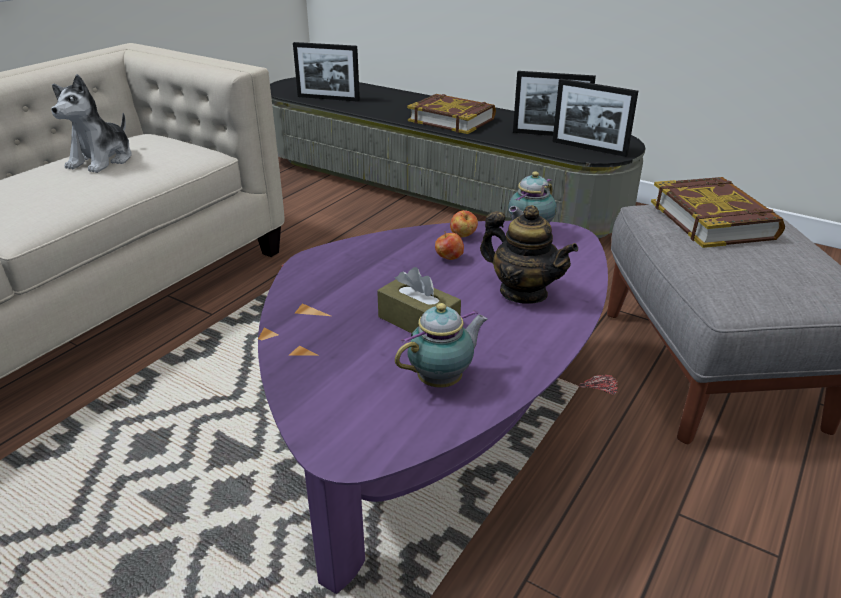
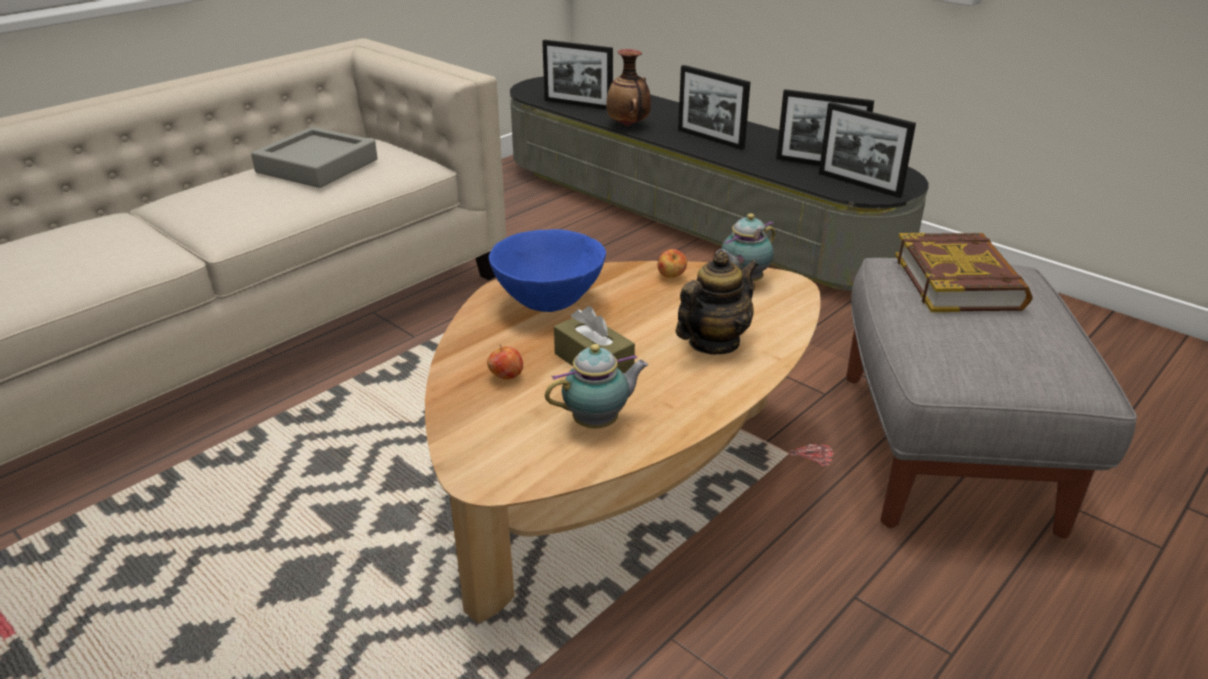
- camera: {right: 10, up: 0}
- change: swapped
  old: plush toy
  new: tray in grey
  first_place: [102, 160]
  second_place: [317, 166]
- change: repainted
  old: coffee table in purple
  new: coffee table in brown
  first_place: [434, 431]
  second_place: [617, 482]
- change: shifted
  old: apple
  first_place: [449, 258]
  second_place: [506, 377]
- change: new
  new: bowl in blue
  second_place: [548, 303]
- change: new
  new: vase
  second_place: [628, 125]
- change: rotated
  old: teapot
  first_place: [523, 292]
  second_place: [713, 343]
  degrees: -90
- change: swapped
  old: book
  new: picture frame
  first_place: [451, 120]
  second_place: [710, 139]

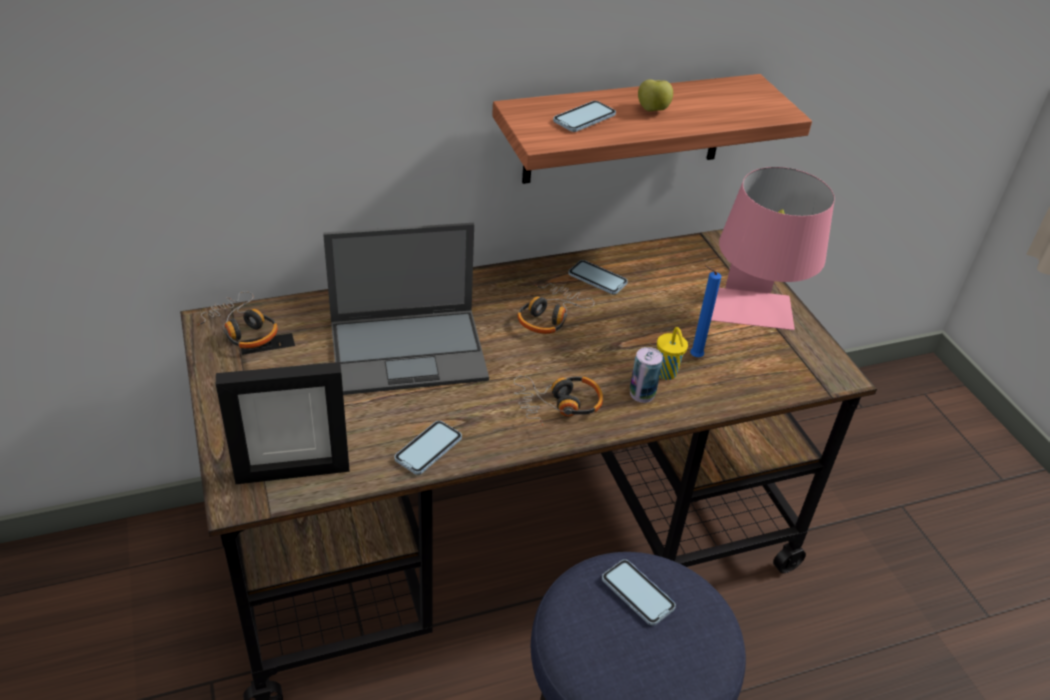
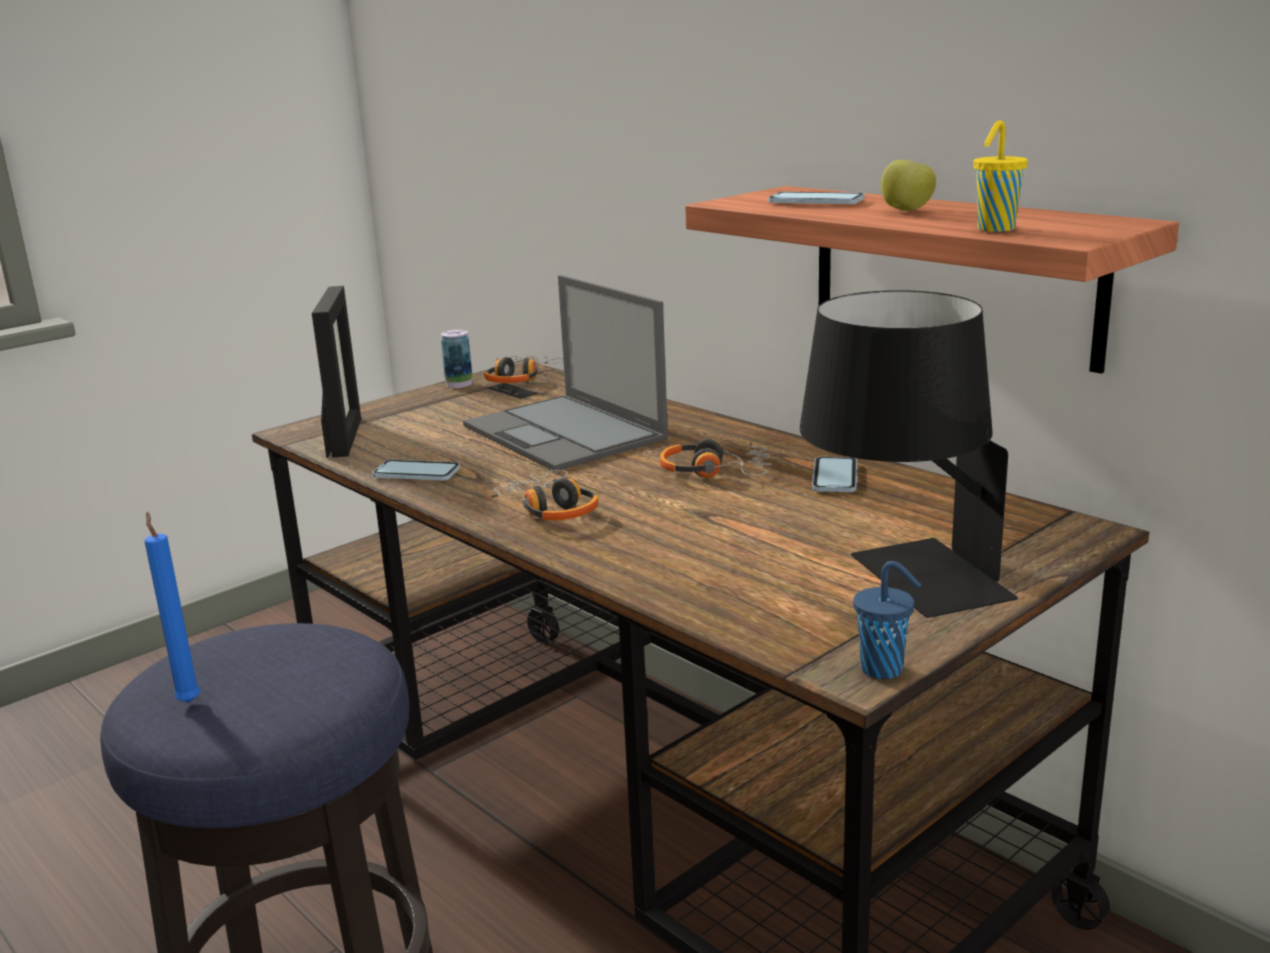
- camera: {right: 70, up: -20}
- change: shifted
  old: candle in blue
  first_place: [693, 357]
  second_place: [188, 700]
- change: rotated
  old: picture frame
  first_place: [292, 470]
  second_place: [344, 437]
  degrees: -150
- change: shifted
  old: can
  first_place: [642, 394]
  second_place: [459, 384]
- change: repainted
  old: table lamp in pink
  new: table lamp in black
  first_place: [751, 320]
  second_place: [900, 582]
- change: new
  new: cup in blue
  second_place: [884, 670]
- change: shifted
  old: cup in yellow
  first_place: [667, 374]
  second_place: [994, 229]
- change: gone
  old: phone
  first_place: [637, 593]

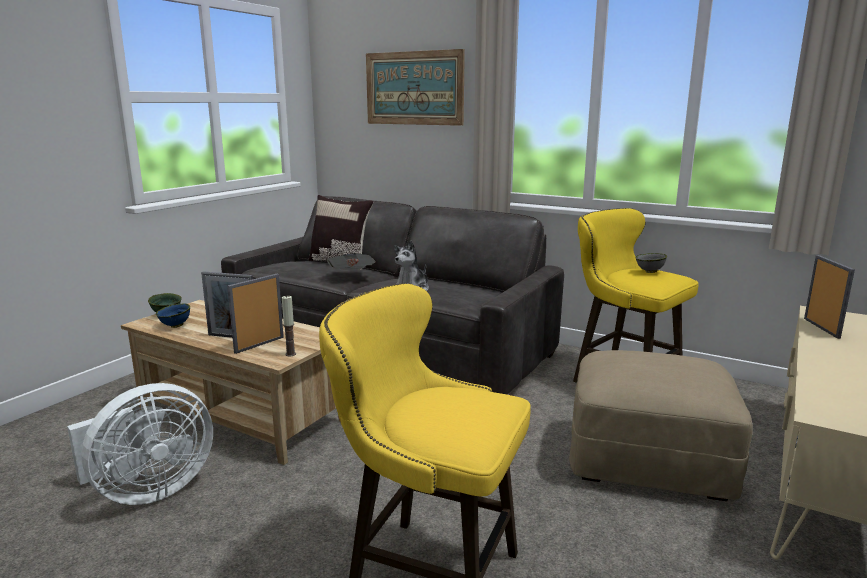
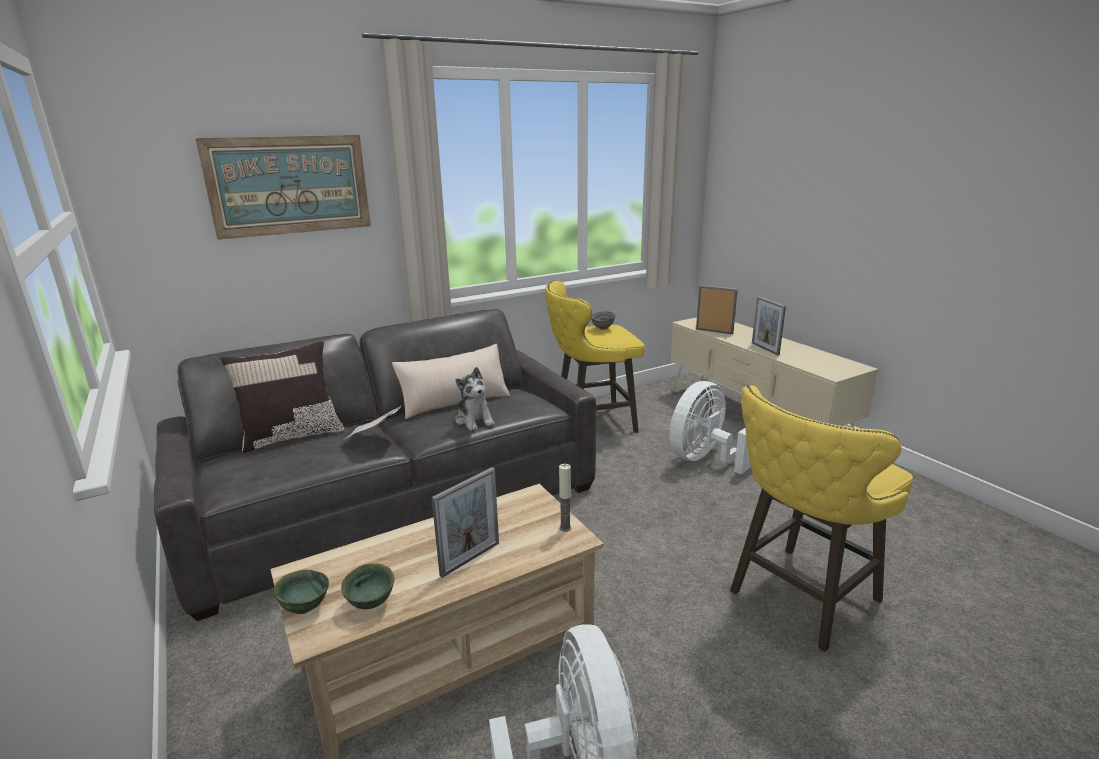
- camera: {right: -60, up: 5}
- change: repainted
  old: bowl in blue
  new: bowl in green
  first_place: [176, 326]
  second_place: [372, 603]
- change: new
  new: pillow in beige
  second_place: [455, 402]
- change: swapped
  old: ottoman in beige
  new: fan in white
  first_place: [648, 461]
  second_place: [706, 459]
- change: shifted
  old: picture frame
  first_place: [259, 345]
  second_place: [765, 349]

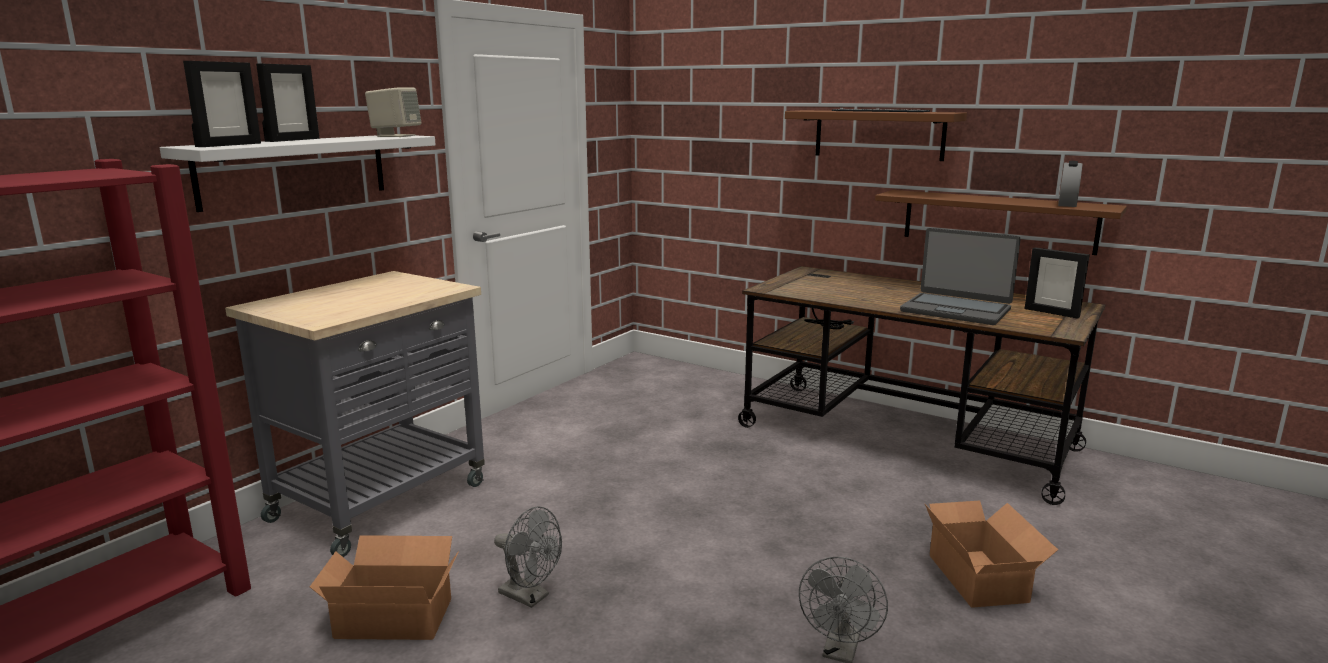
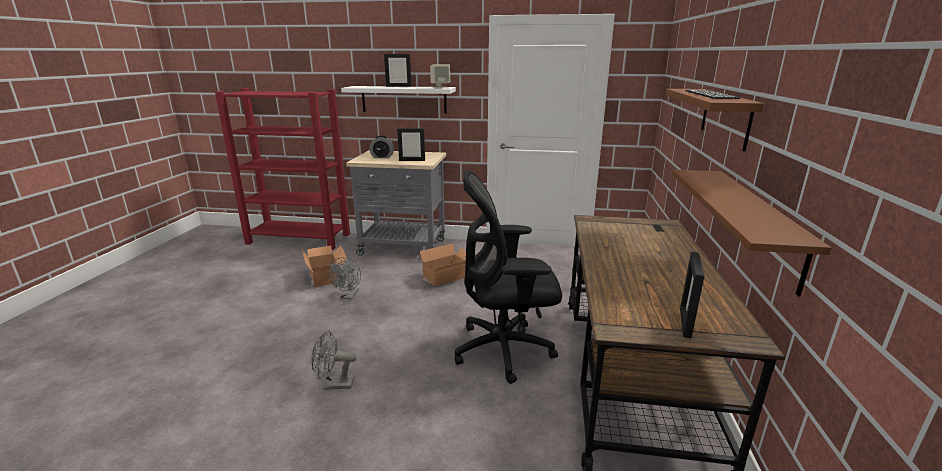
- camera: {right: 65, up: 5}
- change: shifted
  old: alarm clock
  first_place: [1067, 204]
  second_place: [382, 157]
- change: shifted
  old: picture frame
  first_place: [229, 145]
  second_place: [412, 160]
- change: shifted
  old: cardboard box
  first_place: [980, 576]
  second_place: [447, 277]
- change: new
  new: office chair in black
  second_place: [508, 348]
- change: gone
  old: laptop
  first_place: [956, 310]

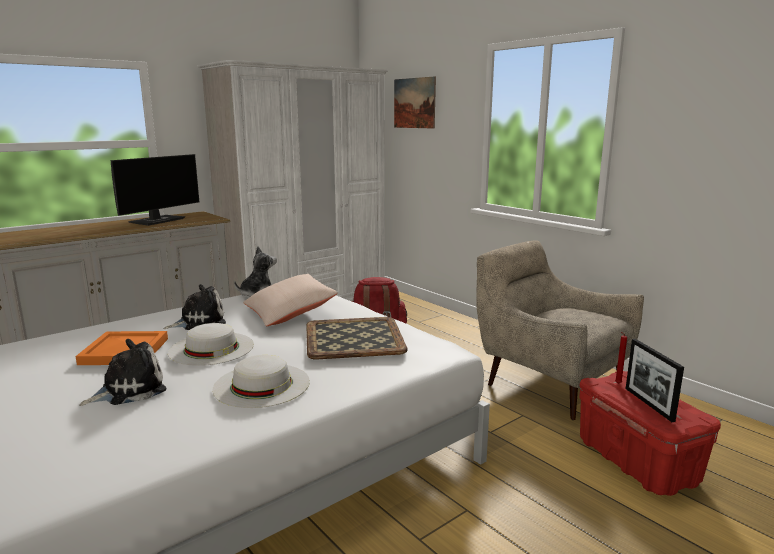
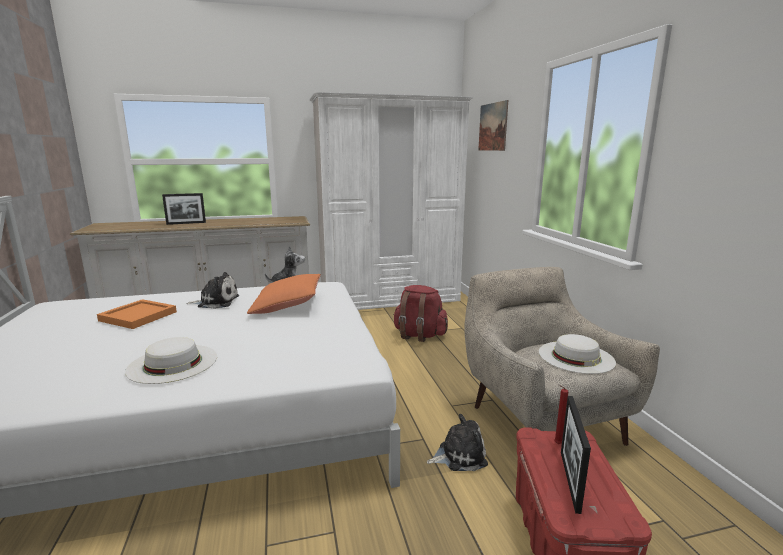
- camera: {right: 25, up: 0}
- change: new
  new: picture frame
  second_place: [186, 223]
- change: repainted
  old: pillow in beige
  new: pillow in orange
  first_place: [289, 313]
  second_place: [287, 305]
- change: shifted
  old: plush toy
  first_place: [129, 390]
  second_place: [459, 455]
- change: shifted
  old: hat in white
  first_place: [211, 348]
  second_place: [576, 356]
- change: gone
  old: monitor
  first_place: [158, 220]
- change: gone
  old: tray
  first_place: [353, 338]

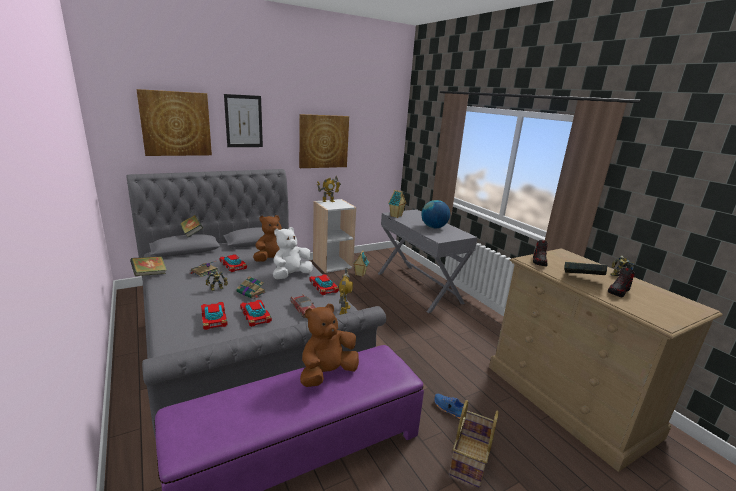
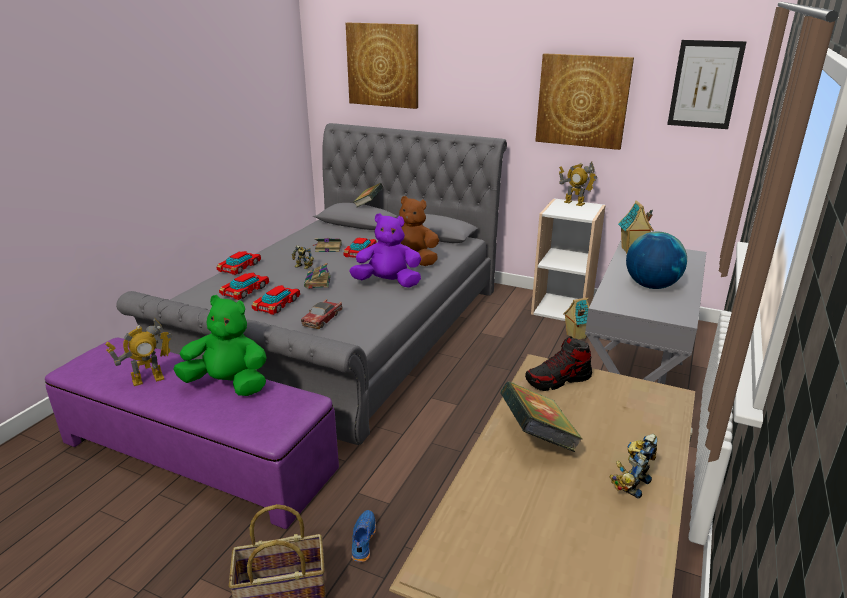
- camera: {right: 55, up: 5}
- change: shifted
  old: toy robot
  first_place: [344, 310]
  second_place: [148, 379]
- change: repainted
  old: plush toy in brown
  new: plush toy in green
  first_place: [327, 373]
  second_place: [228, 384]
- change: shifted
  old: toy car
  first_place: [323, 287]
  second_place: [240, 267]
- change: repainted
  old: plush toy in white
  new: plush toy in purple
  first_place: [291, 275]
  second_place: [388, 283]
- change: shifted
  old: picture
  first_place: [244, 121]
  second_place: [705, 84]
- change: gone
  old: book
  first_place: [150, 274]
- change: gone
  old: shoe
  first_place: [618, 291]

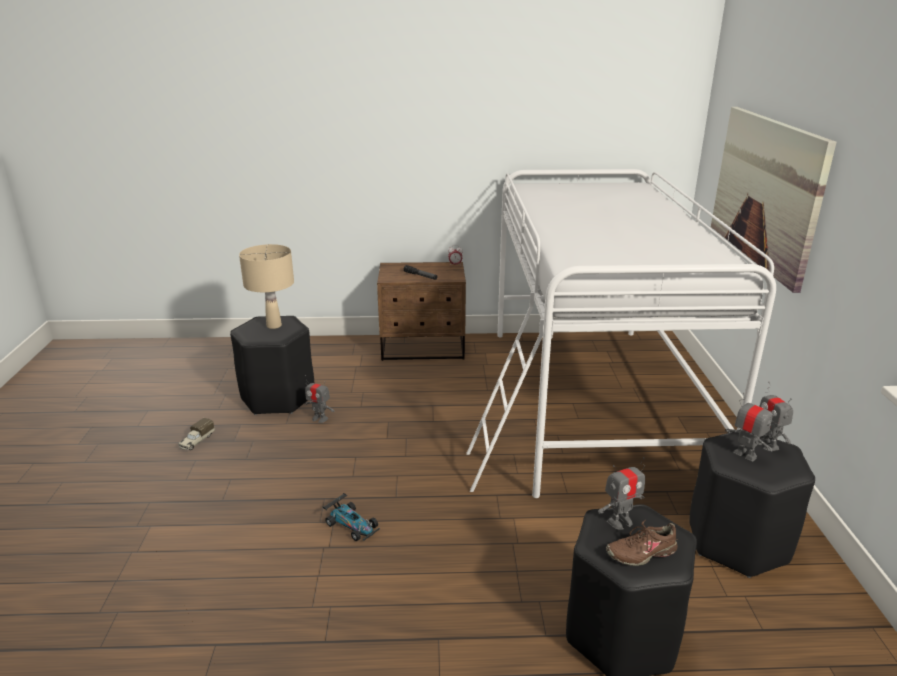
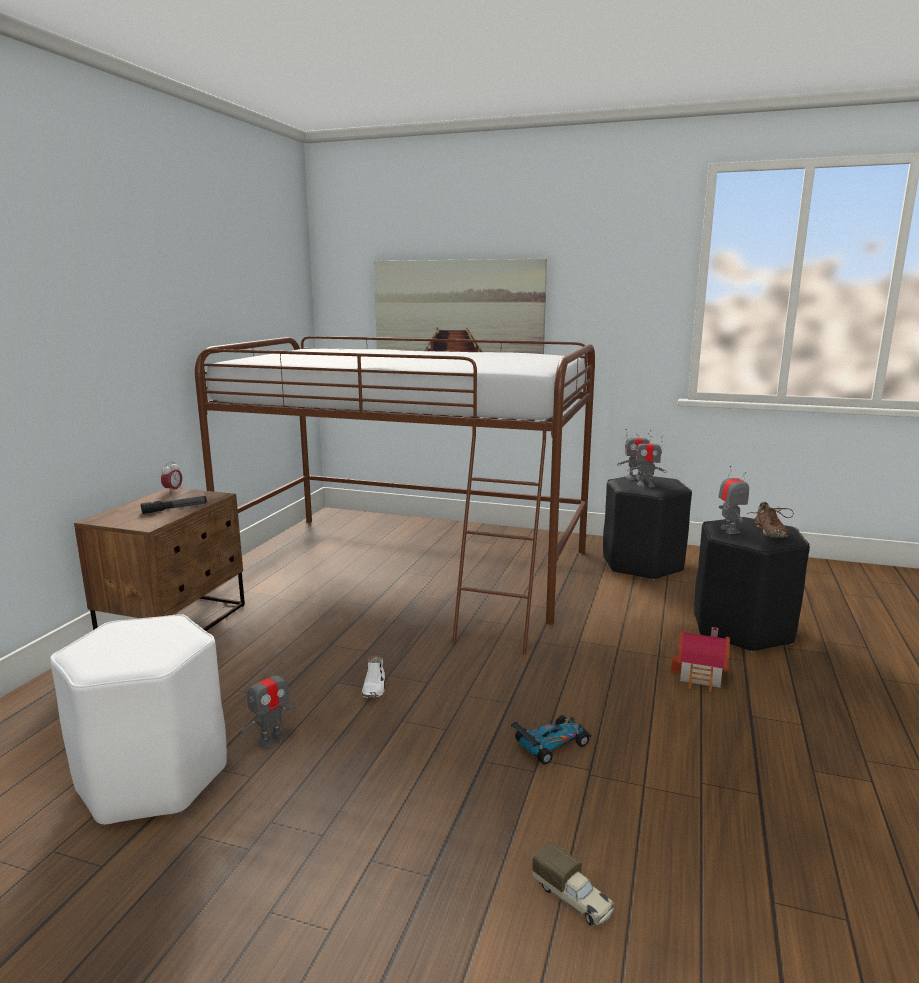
- camera: {right: -70, up: -10}
- change: repainted
  old: stool in black
  new: stool in white
  first_place: [277, 397]
  second_place: [152, 778]
- change: repainted
  old: bed in white
  new: bed in brown
  first_place: [589, 402]
  second_place: [411, 565]
- change: new
  new: shoe in white
  second_place: [374, 687]
- change: shifted
  old: toy truck
  first_place: [196, 441]
  second_place: [573, 899]
- change: rotated
  old: toy robot
  first_place: [745, 454]
  second_place: [646, 485]
  degrees: -150
- change: new
  new: toy house
  second_place: [701, 676]
- change: gone
  old: table lamp in beige
  first_place: [274, 325]

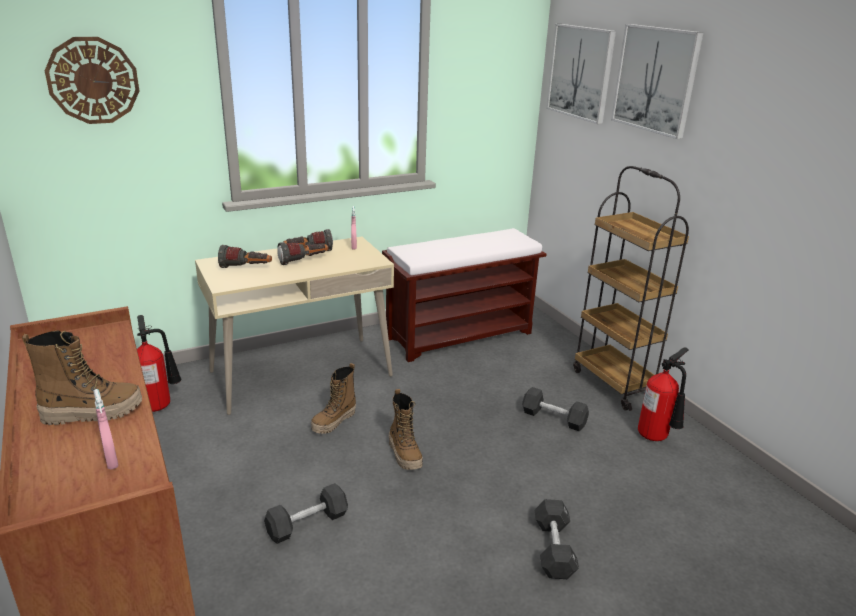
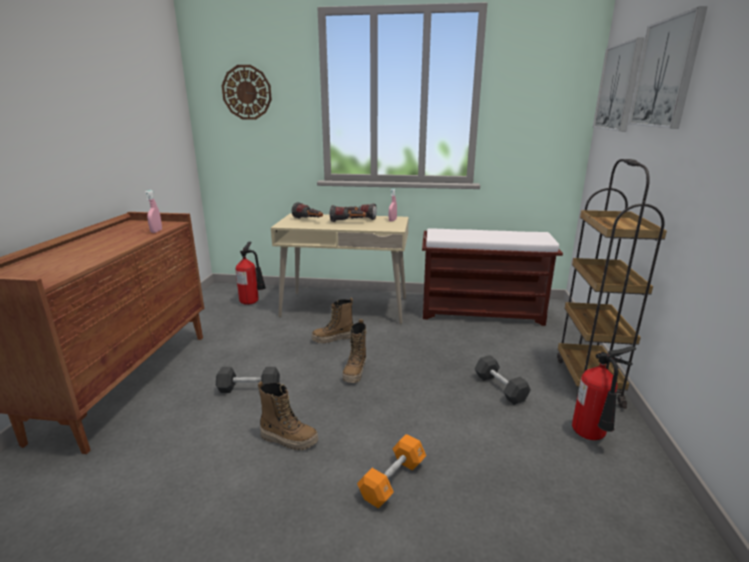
- camera: {right: 35, up: -5}
- change: shifted
  old: spray bottle in pink
  first_place: [111, 461]
  second_place: [156, 231]
- change: shifted
  old: boot
  first_place: [93, 412]
  second_place: [289, 439]
- change: repainted
  old: dumbbell in black
  new: dumbbell in orange
  first_place: [553, 549]
  second_place: [392, 480]

